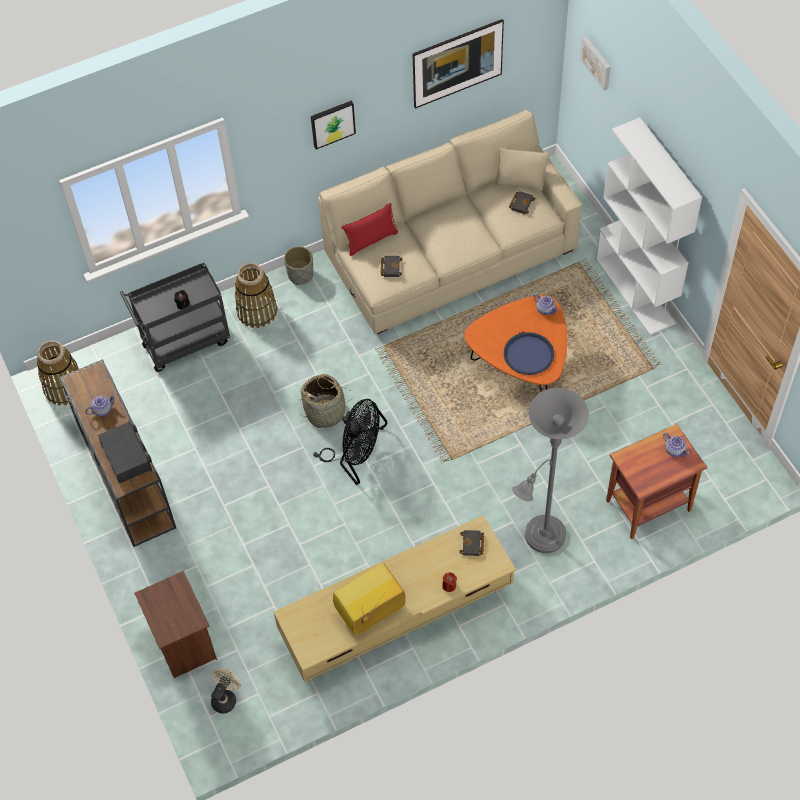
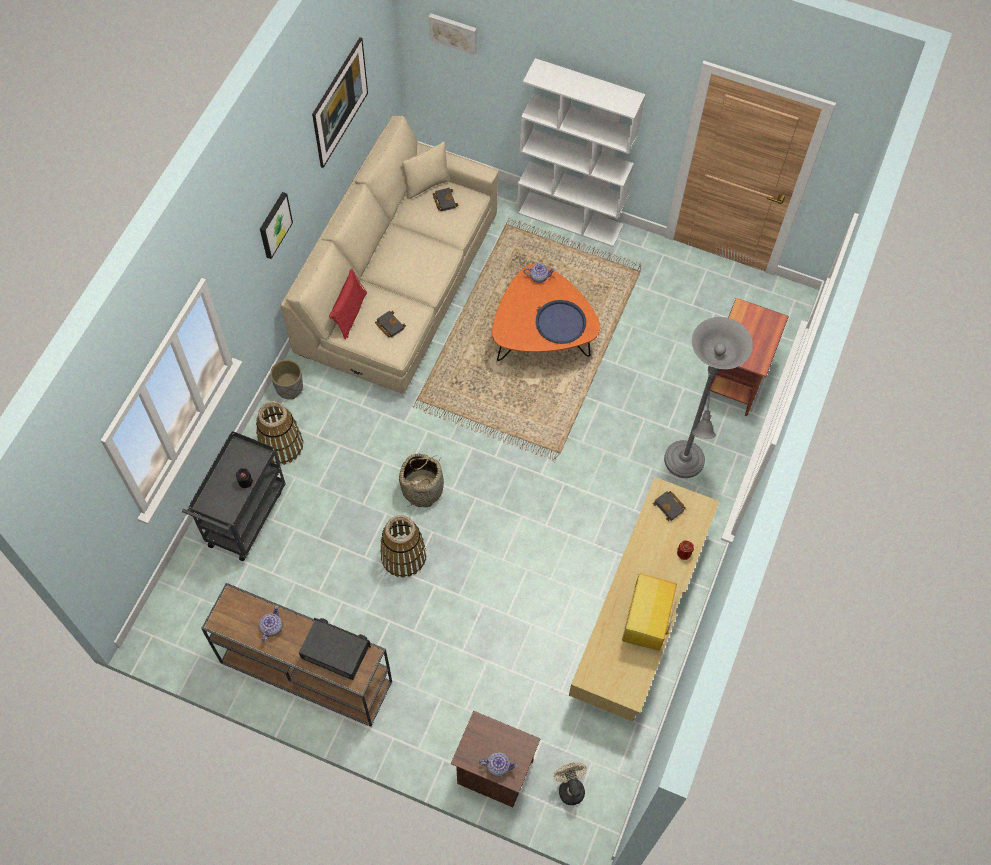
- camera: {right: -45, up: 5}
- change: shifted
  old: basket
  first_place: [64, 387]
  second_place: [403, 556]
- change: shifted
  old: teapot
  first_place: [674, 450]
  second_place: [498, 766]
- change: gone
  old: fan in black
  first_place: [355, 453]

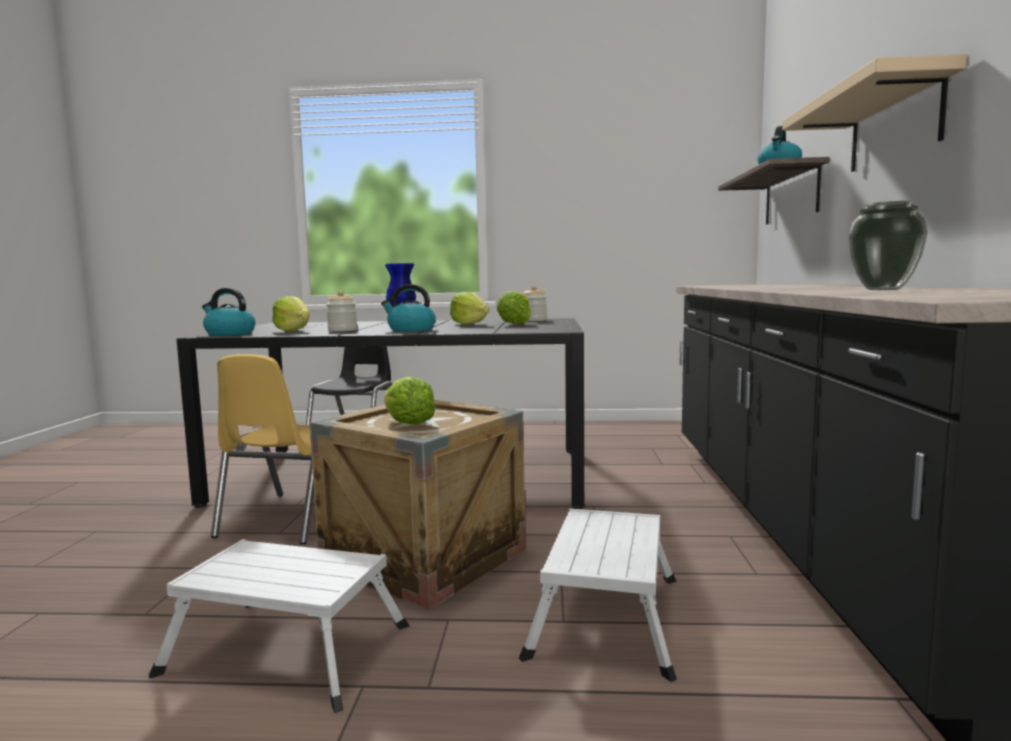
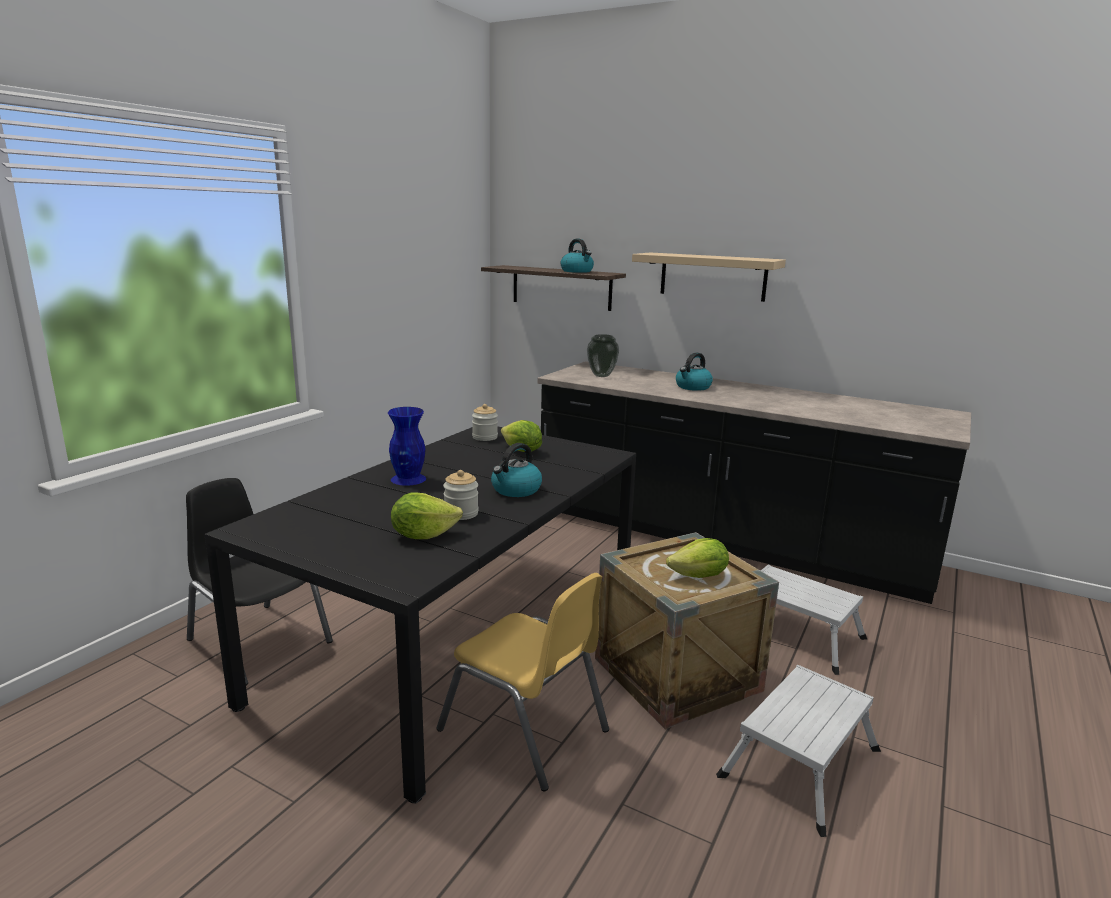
- camera: {right: -65, up: 10}
- change: shifted
  old: vase
  first_place: [884, 289]
  second_place: [602, 375]
- change: shifted
  old: kettle
  first_place: [229, 334]
  second_place: [693, 387]
- change: gone
  old: lettuce
  first_place: [469, 324]

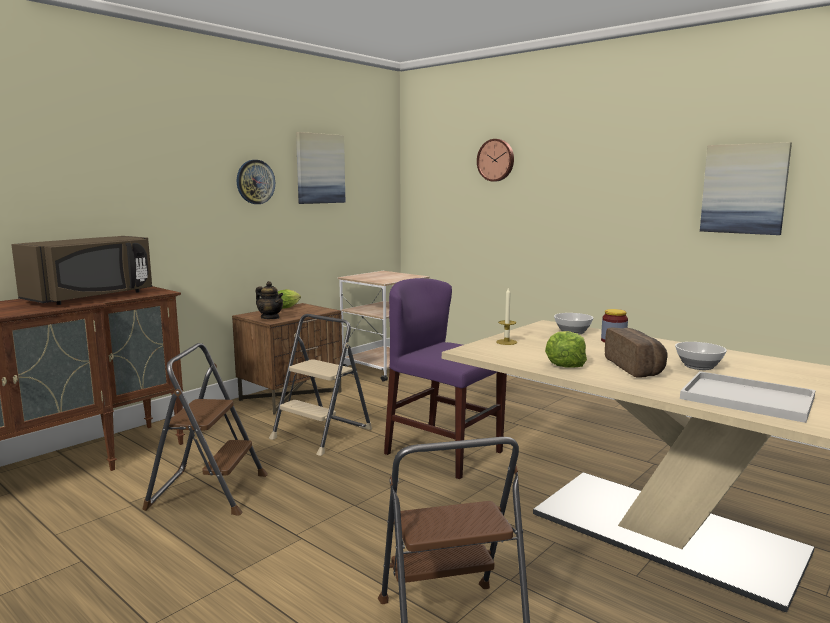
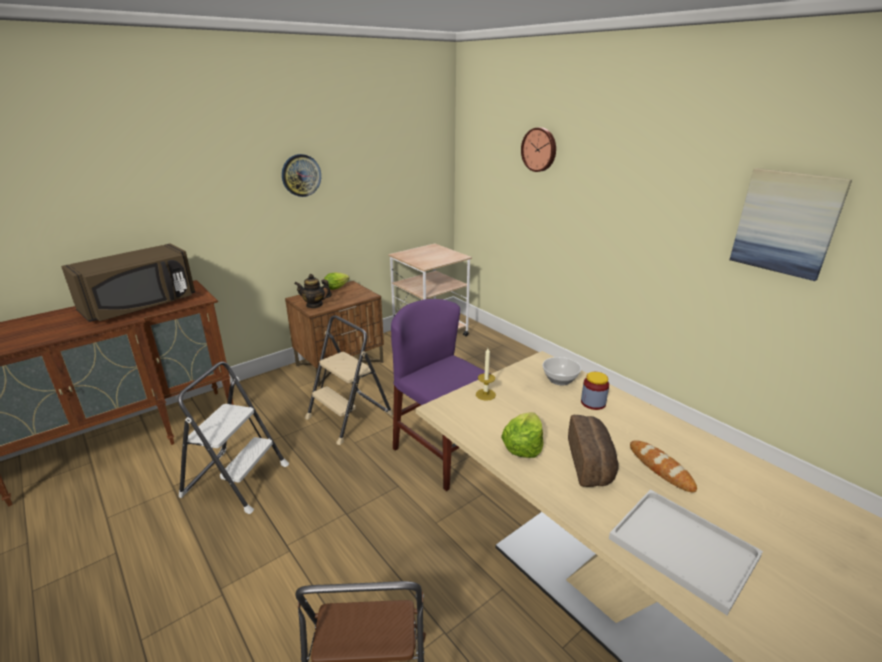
- camera: {right: 10, up: 15}
- change: repainted
  old: step ladder in brown
  new: step ladder in white
  first_place: [203, 490]
  second_place: [232, 478]
- change: rotated
  old: teapot
  first_place: [270, 318]
  second_place: [314, 305]
  degrees: 135
- change: swapped
  old: bowl
  new: bread
  first_place: [699, 366]
  second_place: [660, 468]
- change: gone
  old: picture
  first_place: [320, 168]

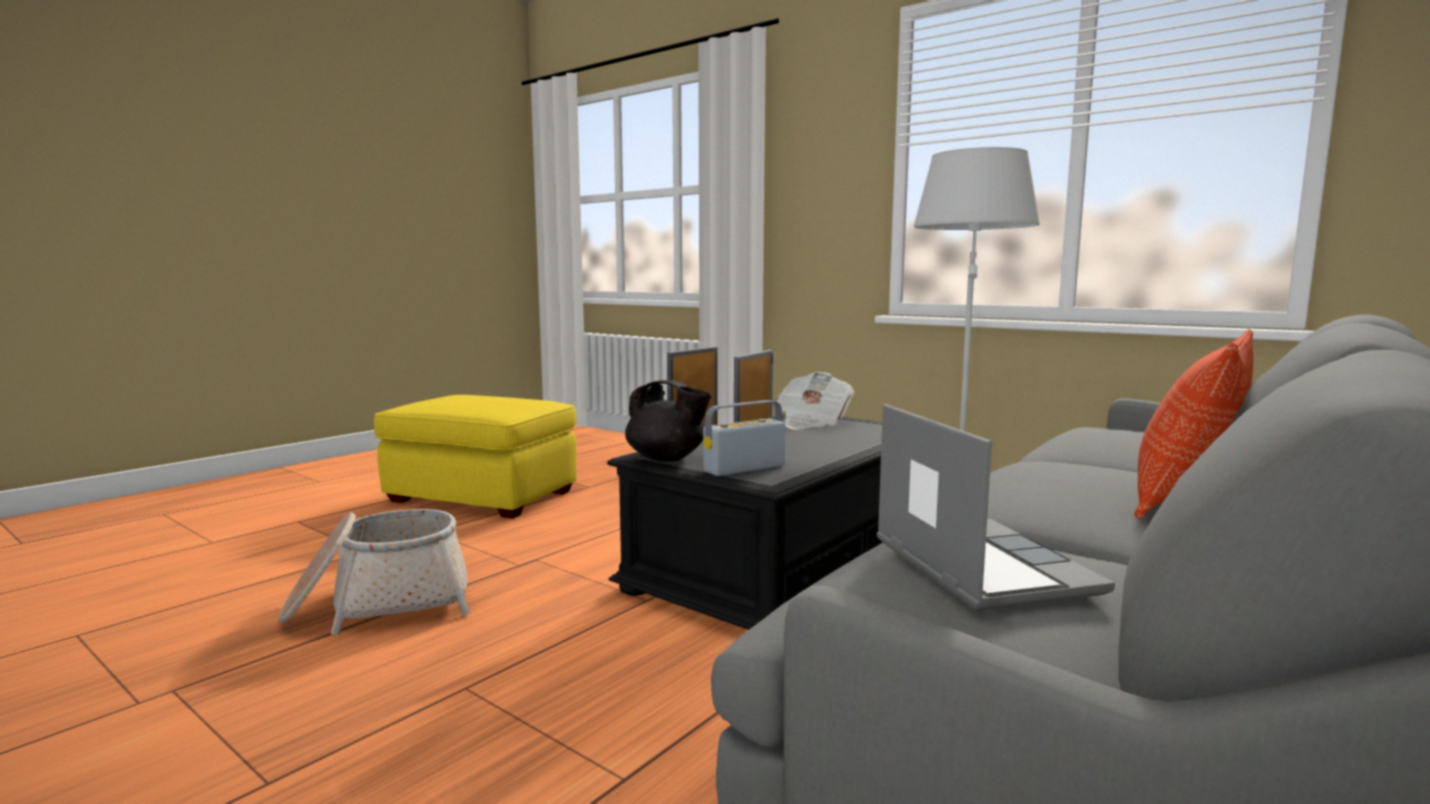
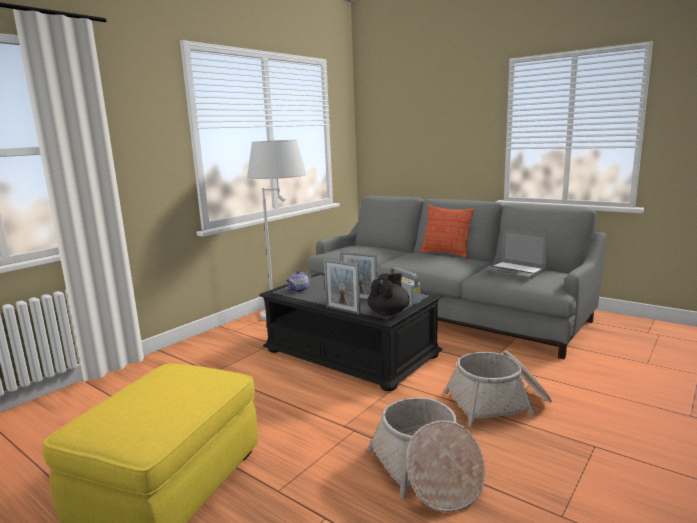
- camera: {right: -90, up: 5}
- change: swapped
  old: newspaper
  new: teapot
  first_place: [811, 422]
  second_place: [299, 290]
- change: new
  new: basket
  second_place: [498, 403]
- change: rotated
  old: laptop
  first_place: [977, 566]
  second_place: [516, 271]
  degrees: -120

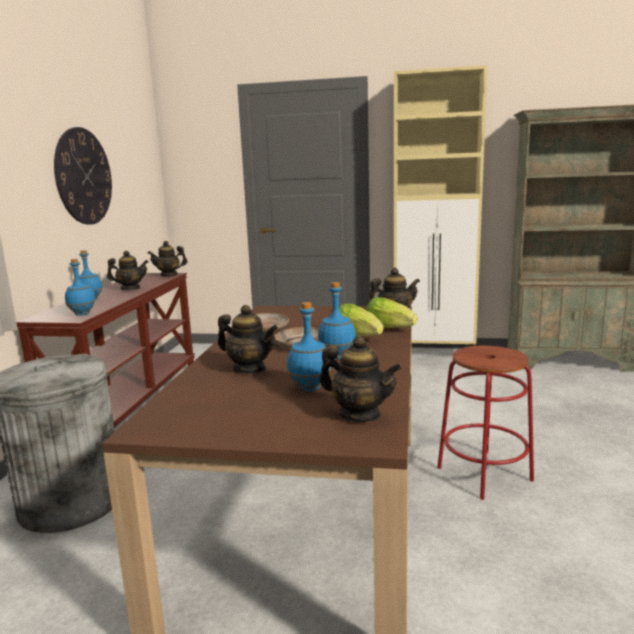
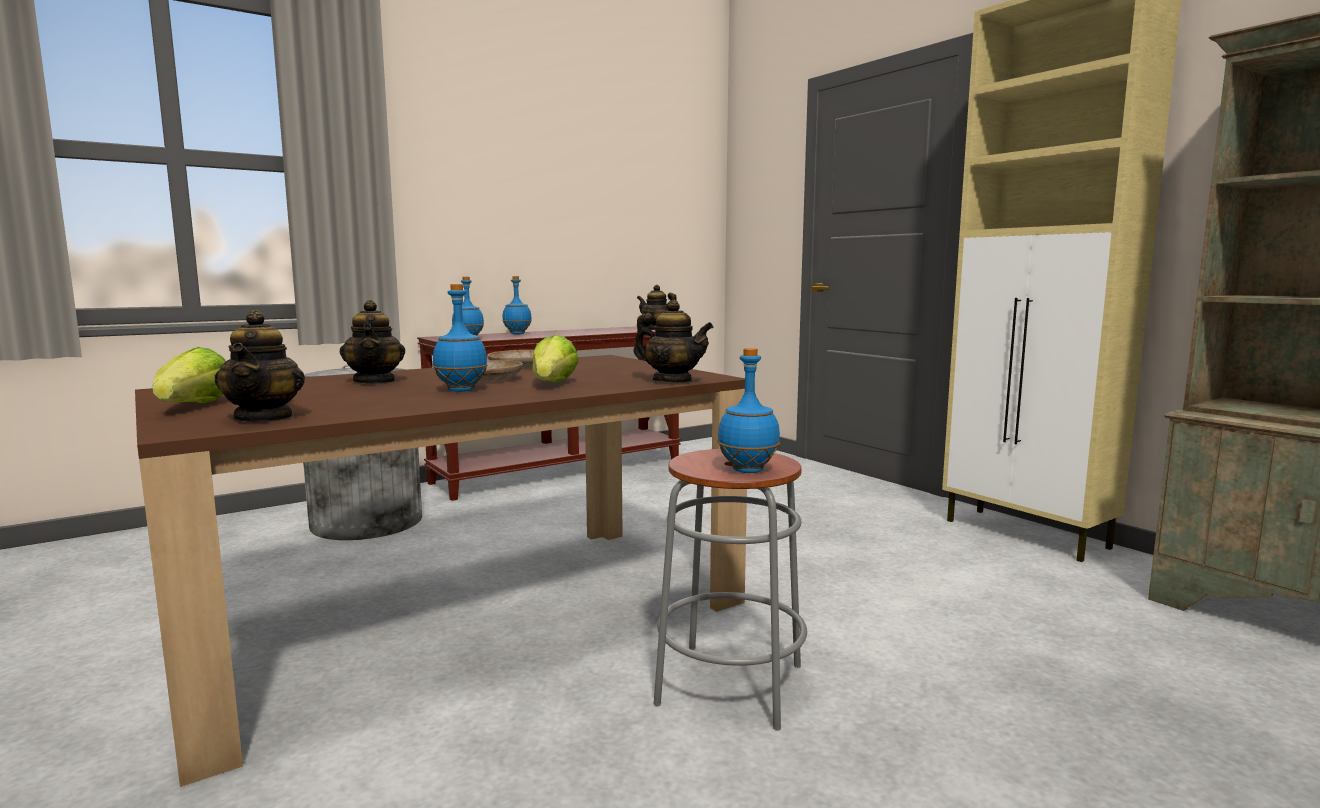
- camera: {right: 45, up: -5}
- change: shifted
  old: lettuce
  first_place: [388, 329]
  second_place: [194, 406]
- change: repainted
  old: stool in red
  new: stool in grey
  first_place: [484, 474]
  second_place: [730, 684]
- change: shifted
  old: bottle in blue
  first_place: [309, 388]
  second_place: [747, 470]
- change: gone
  old: wall clock
  first_place: [83, 176]
- change: gone
  old: teapot
  first_place: [130, 289]

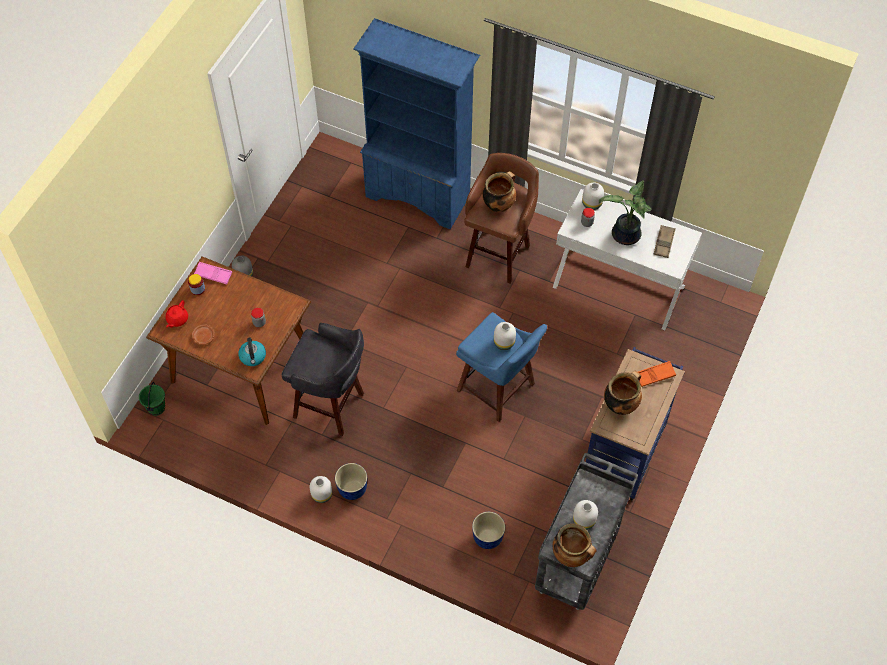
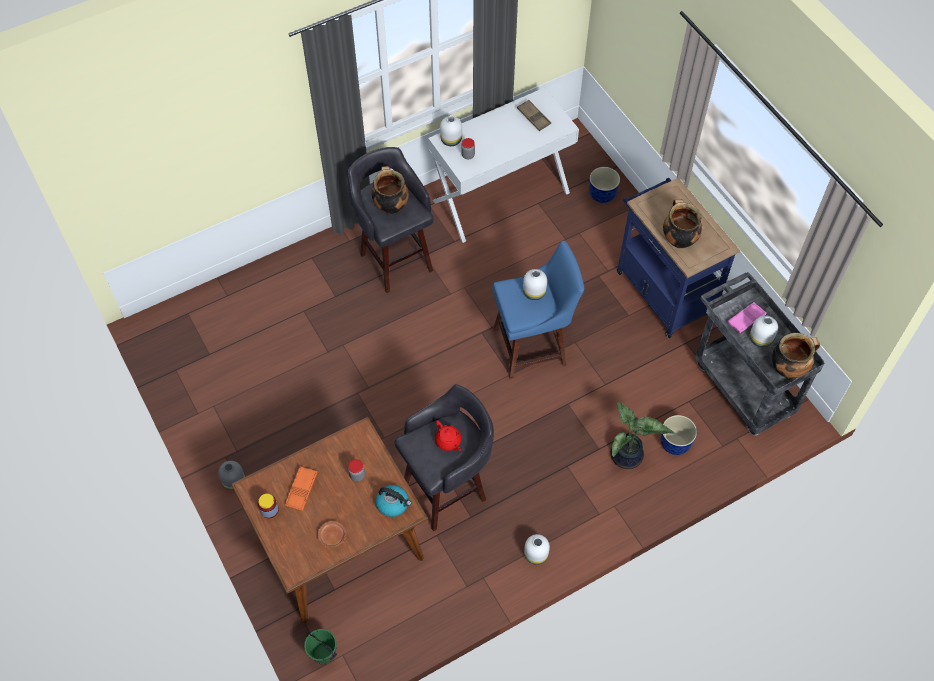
- camera: {right: -55, up: 0}
- change: shifted
  old: tray in orange
  first_place: [655, 375]
  second_place: [301, 490]
- change: repainted
  old: stool in brown
  new: stool in grey
  first_place: [499, 254]
  second_place: [395, 259]
- change: shifted
  old: teapot in red
  first_place: [177, 319]
  second_place: [448, 441]
- change: shifted
  old: planter
  first_place: [353, 489]
  second_place: [602, 195]
- change: shifted
  old: potted plant
  first_place: [624, 236]
  second_place: [627, 457]
- change: shifted
  old: tray in pink
  first_place: [213, 274]
  second_place: [746, 319]
- change: gone
  old: bookcase in blue
  first_place: [418, 195]

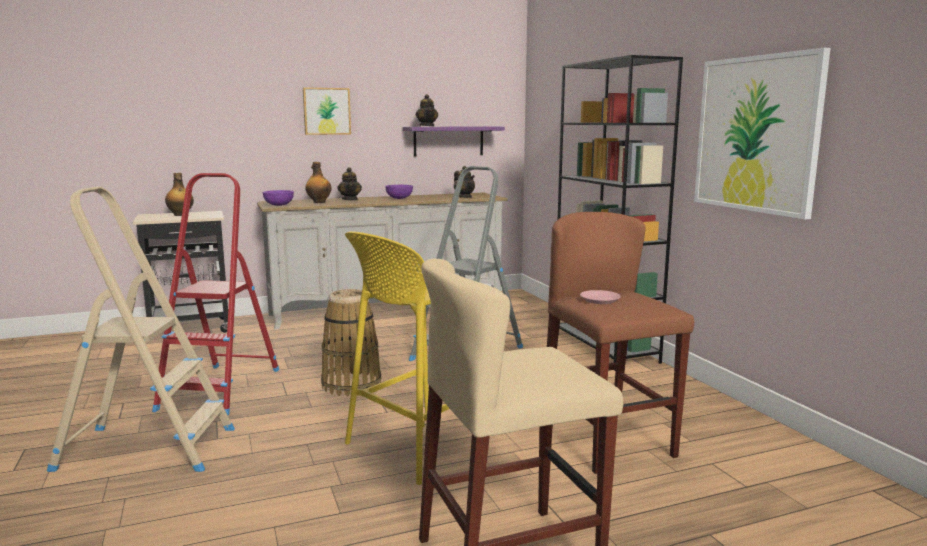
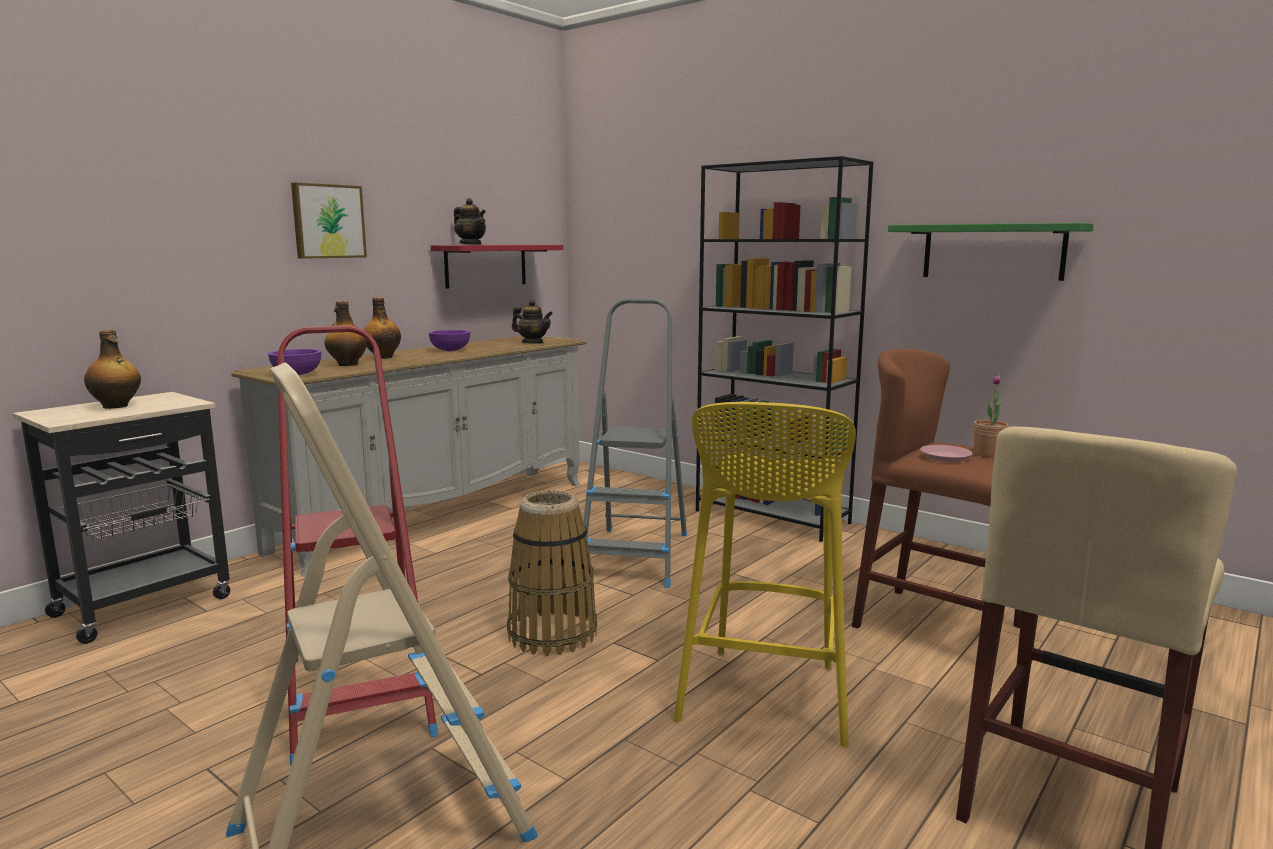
- camera: {right: -30, up: 0}
- change: swapped
  old: teapot
  new: bottle
  first_place: [350, 199]
  second_place: [383, 357]
- change: repainted
  old: shelf in purple
  new: shelf in red
  first_place: [448, 141]
  second_place: [486, 265]
- change: swapped
  old: picture
  new: shelf in green
  first_place: [756, 134]
  second_place: [992, 251]
- change: new
  new: potted plant
  second_place: [988, 454]

